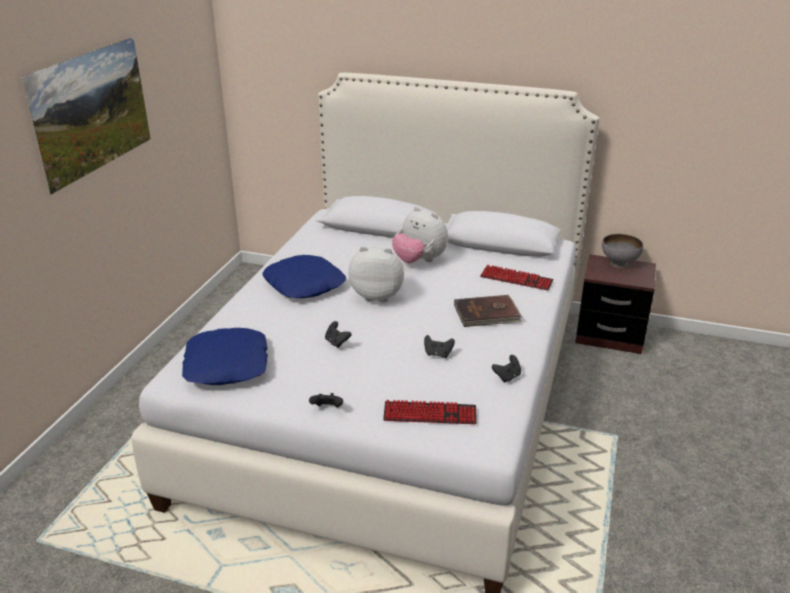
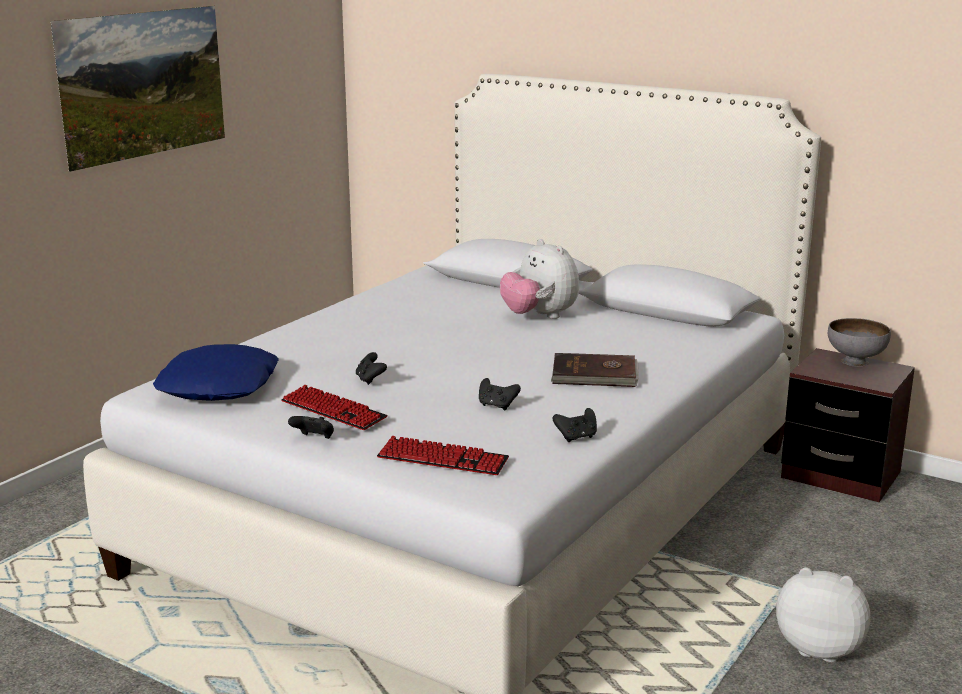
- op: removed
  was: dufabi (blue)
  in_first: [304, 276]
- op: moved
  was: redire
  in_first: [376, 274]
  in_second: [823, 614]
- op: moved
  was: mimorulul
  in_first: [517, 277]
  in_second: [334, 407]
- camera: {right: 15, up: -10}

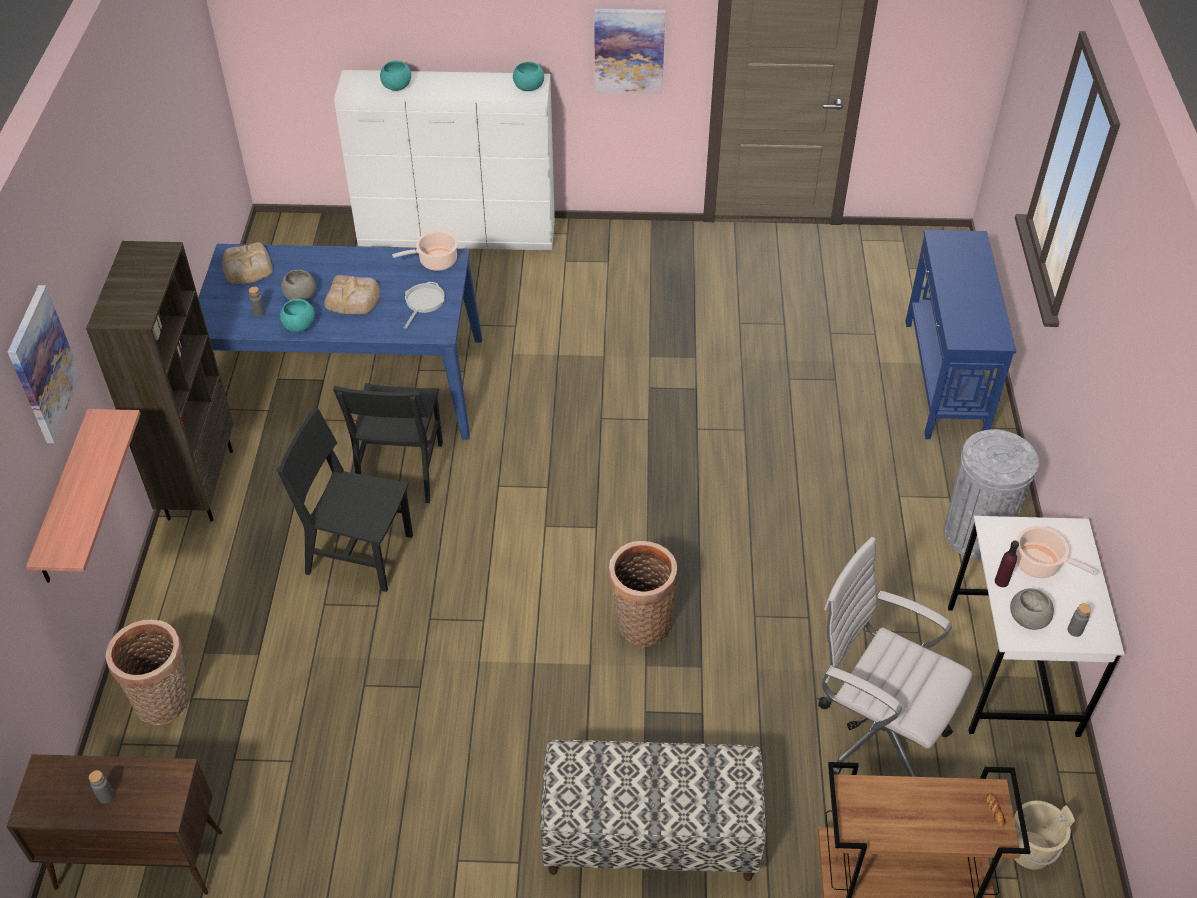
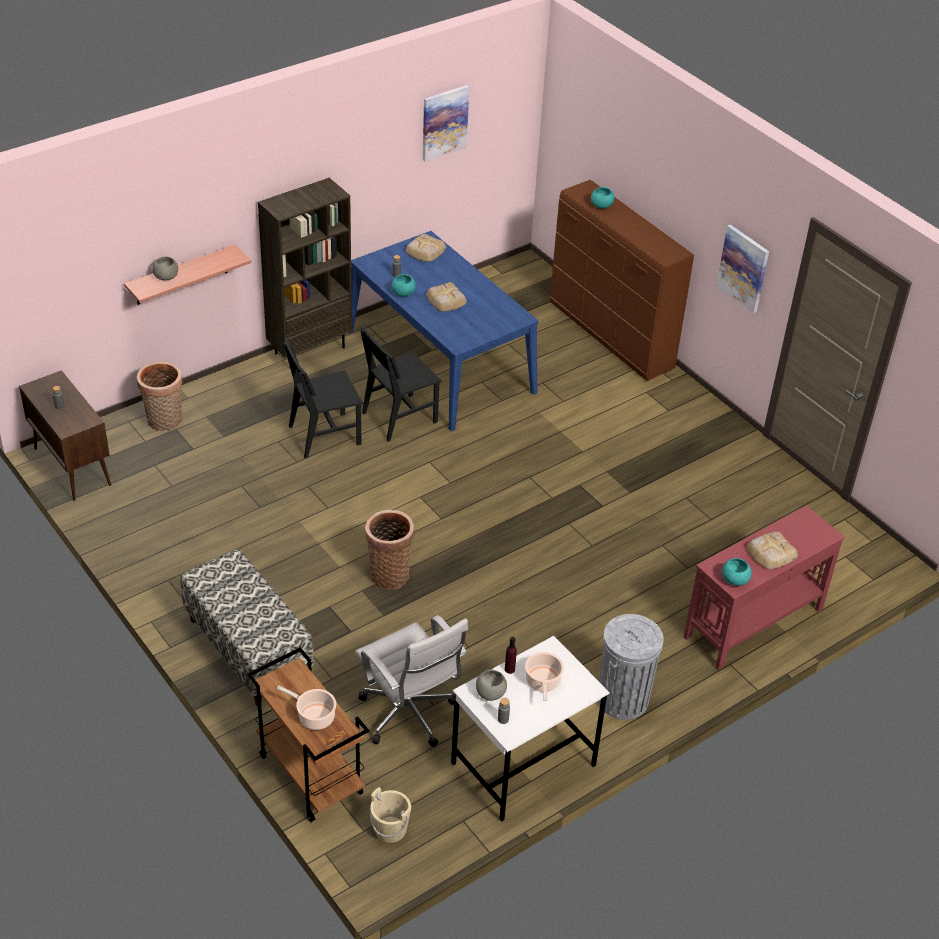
- op: moved
  was: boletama
  in_first: [44, 364]
  in_second: [446, 123]
- op: turned
  was: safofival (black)
  in_first: [345, 500]
  in_second: [323, 398]
  clockwise: -90
- op: moved
  was: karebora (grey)
  in_first: [298, 285]
  in_second: [165, 268]
- op: recoloured
  was: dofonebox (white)
  now: dofonebox (brown)
  in_first: [444, 160]
  in_second: [622, 280]
- op: moved
  was: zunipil
  in_first: [425, 251]
  in_second: [306, 708]
- op: removed
  was: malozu
  in_first: [424, 305]
- op: moved
  was: karebora (turquoise)
  in_first: [528, 76]
  in_second: [736, 572]
- op: turned
  was: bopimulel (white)
  in_first: [895, 657]
  in_second: [411, 681]
  clockwise: 150
- op: recoloured
  was: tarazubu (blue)
  now: tarazubu (red)
  in_first: [960, 334]
  in_second: [764, 587]
- op: added
  now: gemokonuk
  in_second: [772, 550]
- camera: {right: 50, up: -5}

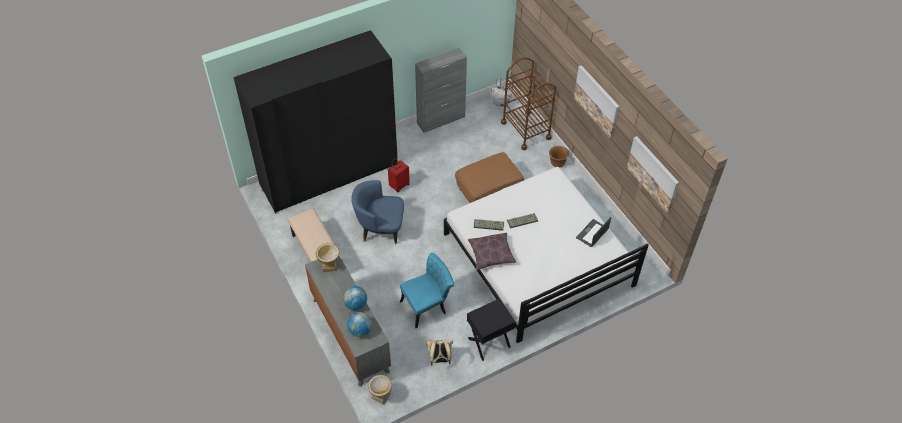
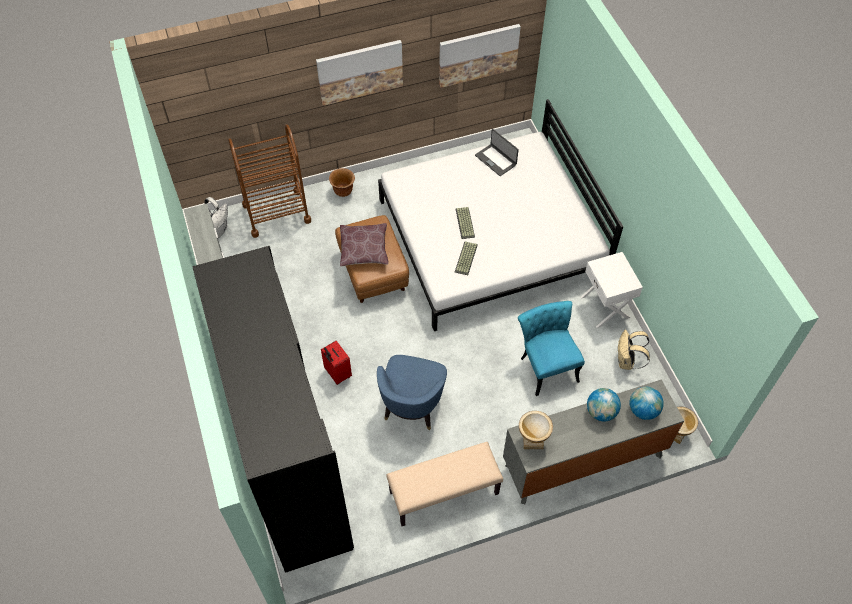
- op: recoloured
  was: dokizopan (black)
  now: dokizopan (white)
  in_first: [491, 329]
  in_second: [612, 290]
- op: moved
  was: dufabi (brown)
  in_first: [492, 251]
  in_second: [364, 245]
- camera: {right: -80, up: 5}

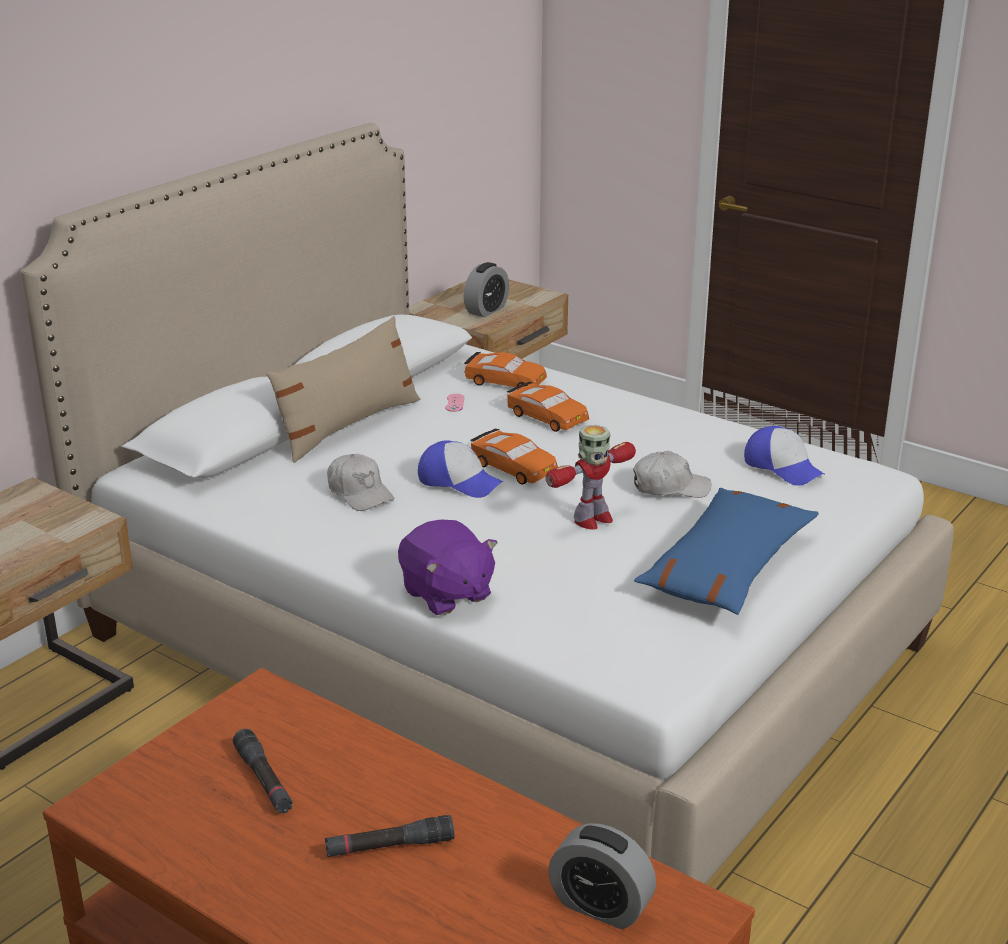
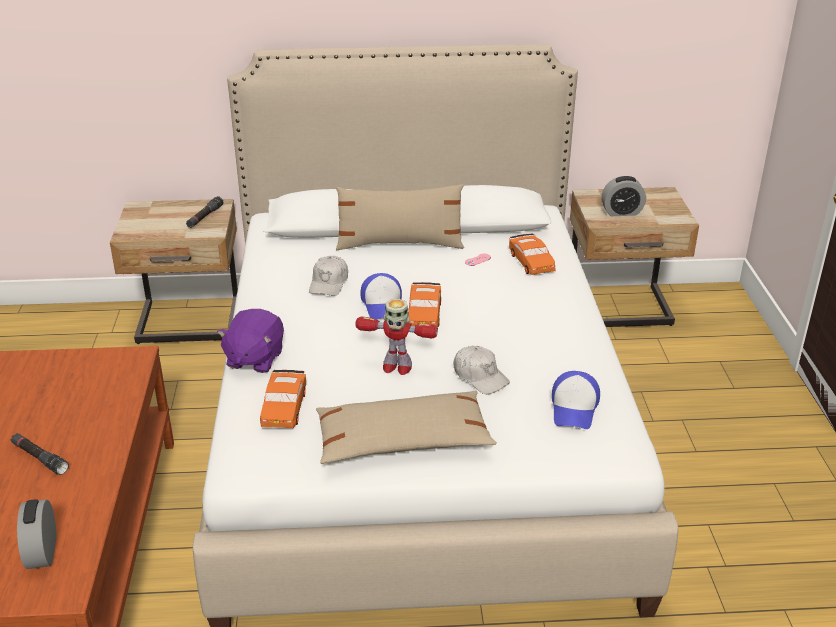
- op: moved
  was: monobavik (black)
  in_first: [263, 771]
  in_second: [204, 212]
- op: moved
  was: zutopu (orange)
  in_first: [547, 407]
  in_second: [283, 399]
- op: recoloured
  was: dufabi (blue)
  now: dufabi (beige)
  in_first: [726, 551]
  in_second: [406, 427]
- camera: {right: 50, up: 5}

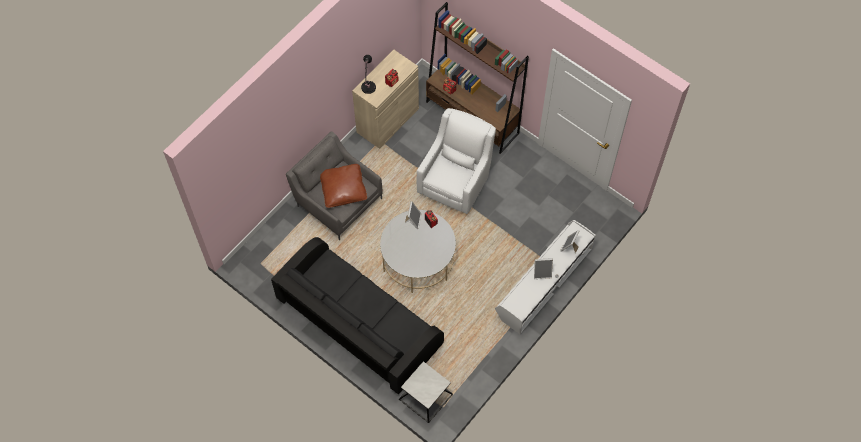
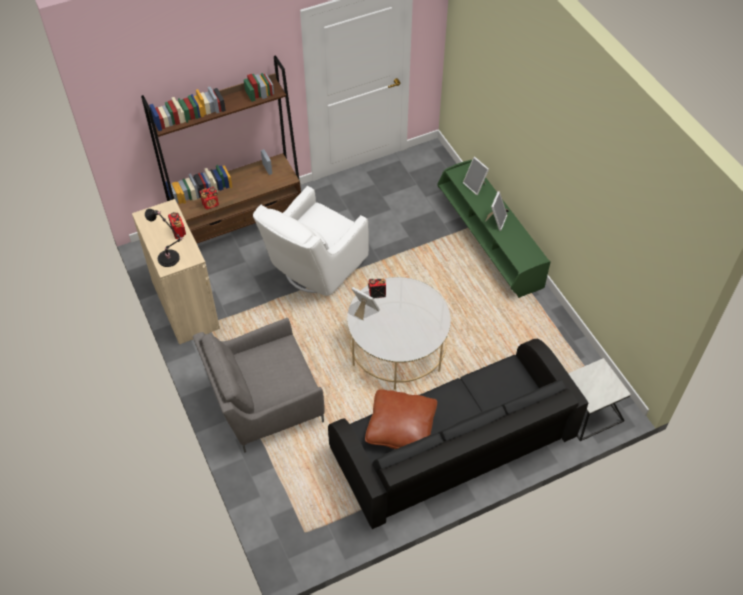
- op: moved
  was: dufabi (brown)
  in_first: [343, 186]
  in_second: [401, 419]
- op: turned
  was: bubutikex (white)
  in_first: [456, 161]
  in_second: [311, 241]
  clockwise: -105
- op: recoloured
  was: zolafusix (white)
  now: zolafusix (green)
  in_first: [545, 277]
  in_second: [494, 229]
- camera: {right: -65, up: -10}

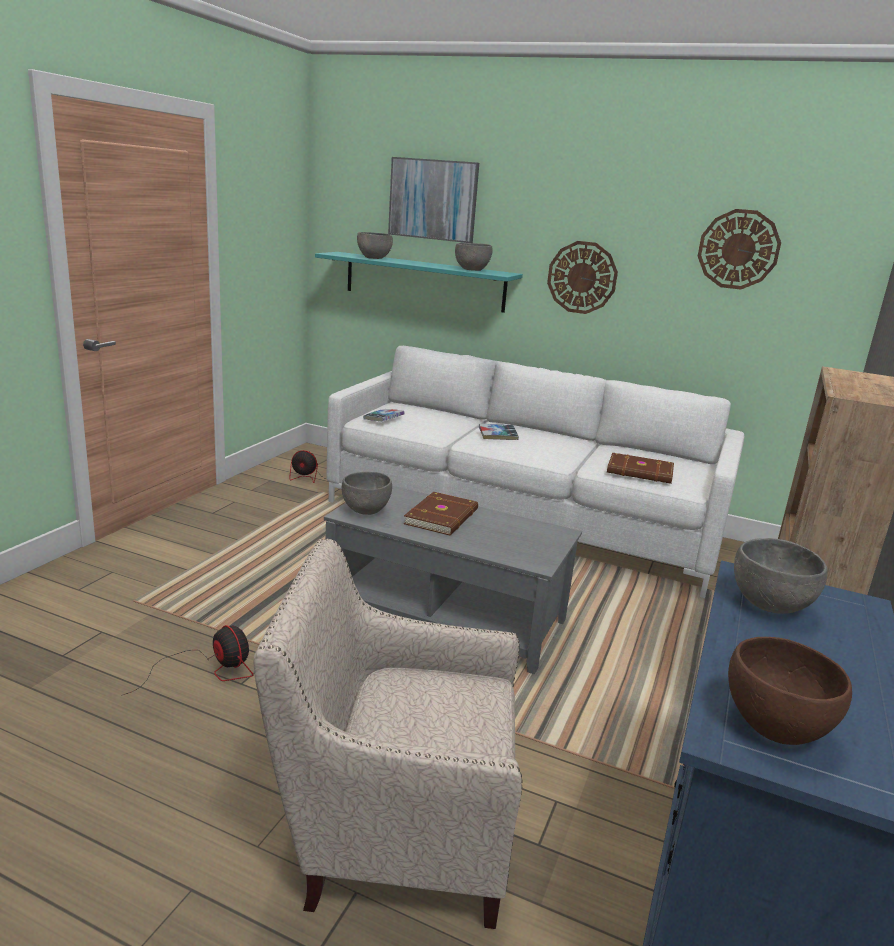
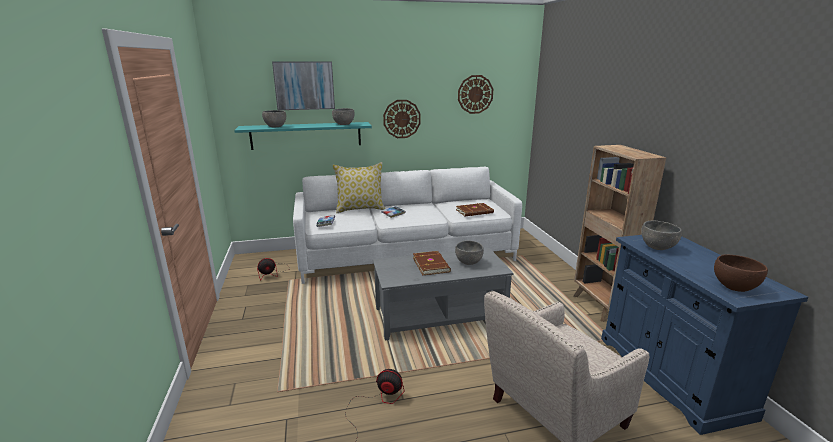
- op: moved
  was: karebora (grey)
  in_first: [367, 493]
  in_second: [469, 252]
- op: added
  now: dufabi
  in_second: [359, 187]
- camera: {right: -35, up: 0}

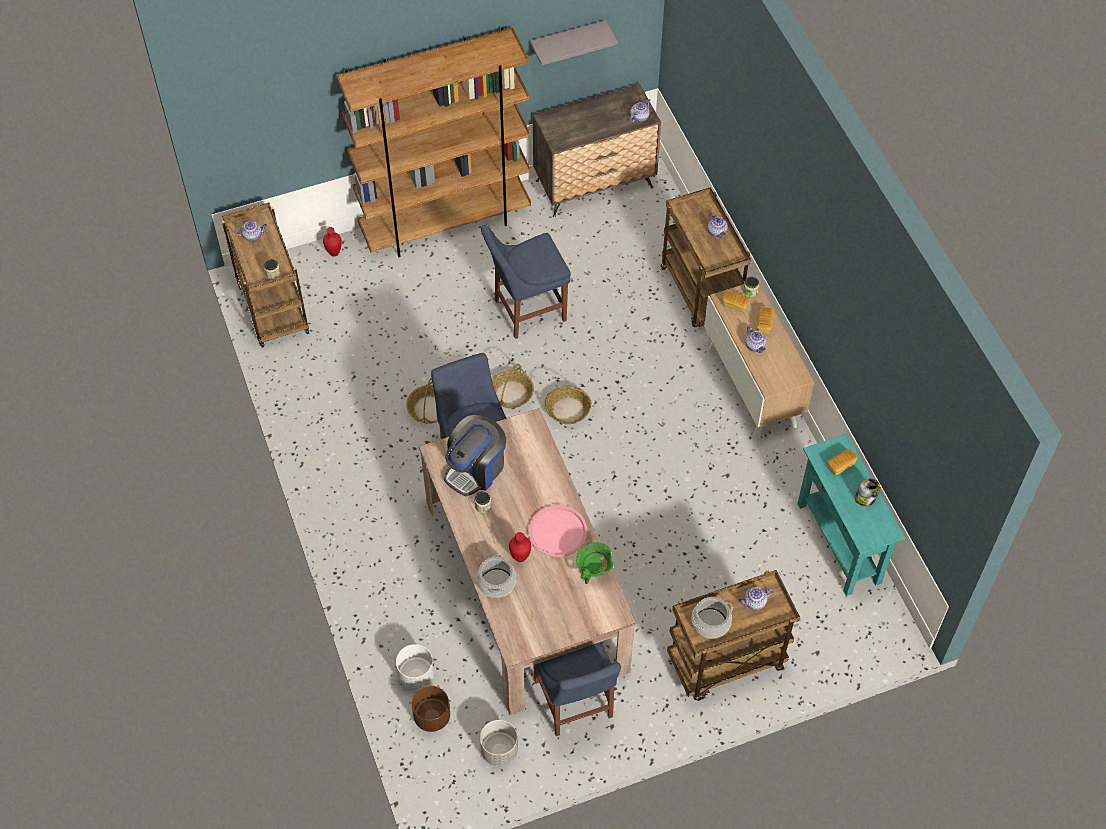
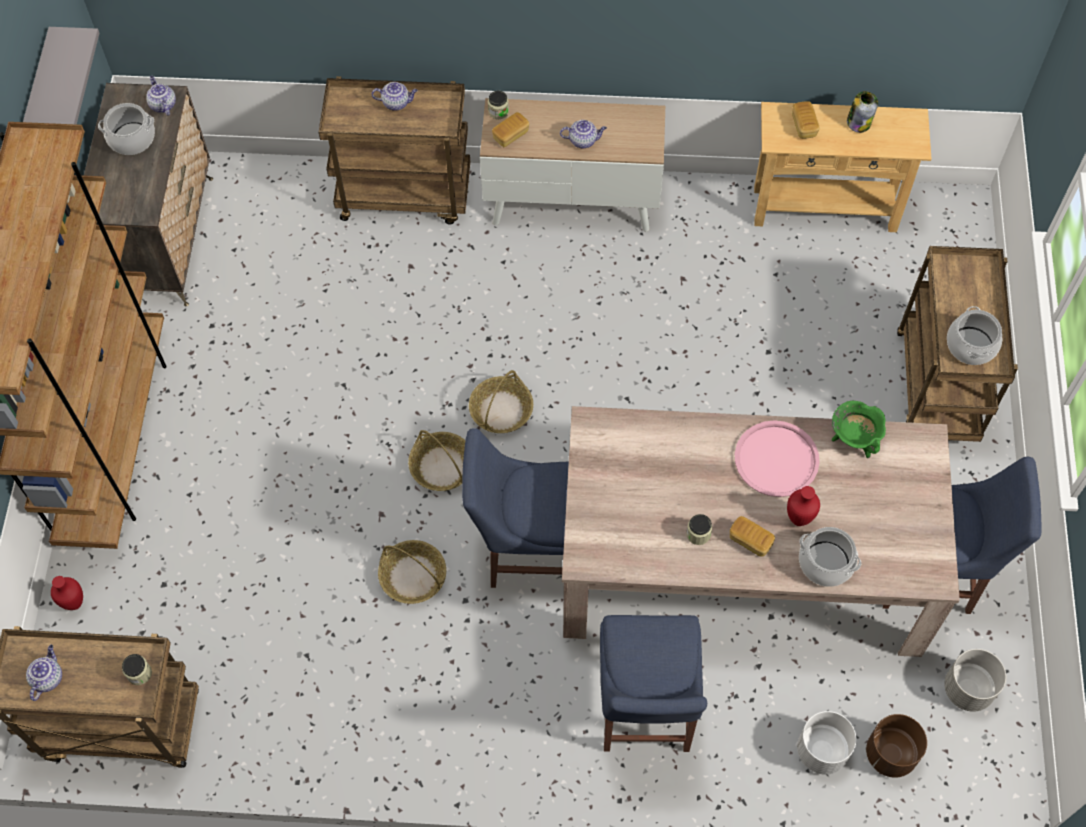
- op: removed
  was: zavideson
  in_first: [475, 455]
- op: moved
  was: safofival (blue)
  in_first: [526, 282]
  in_second: [653, 683]
- op: removed
  was: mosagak
  in_first: [756, 598]
- op: moved
  was: gemokonuk
  in_first: [765, 320]
  in_second: [752, 536]
- op: recoloured
  was: tarazubu (turquoise)
  now: tarazubu (beige)
  in_first: [851, 515]
  in_second: [843, 167]
- op: added
  now: zunipil
  in_second: [126, 129]
- camera: {right: -65, up: 5}

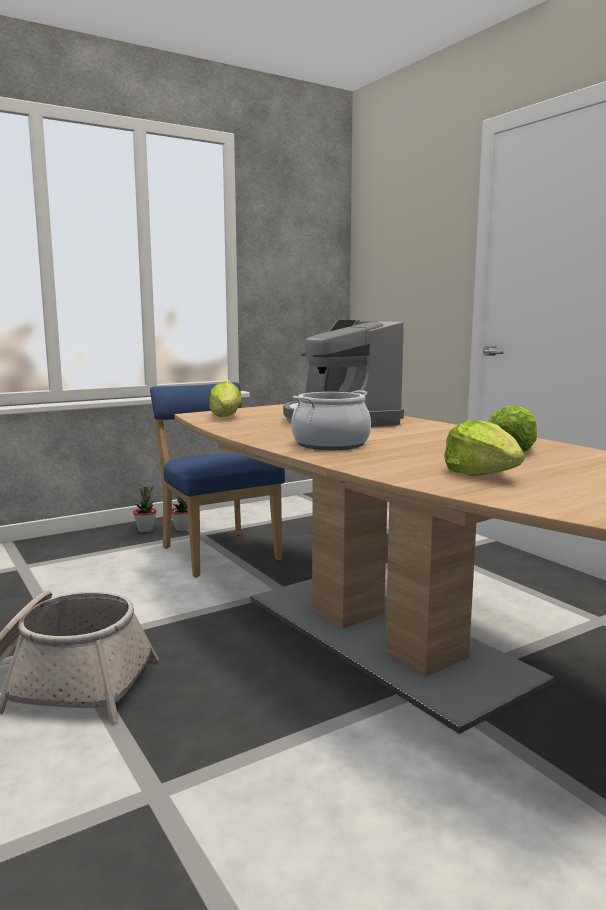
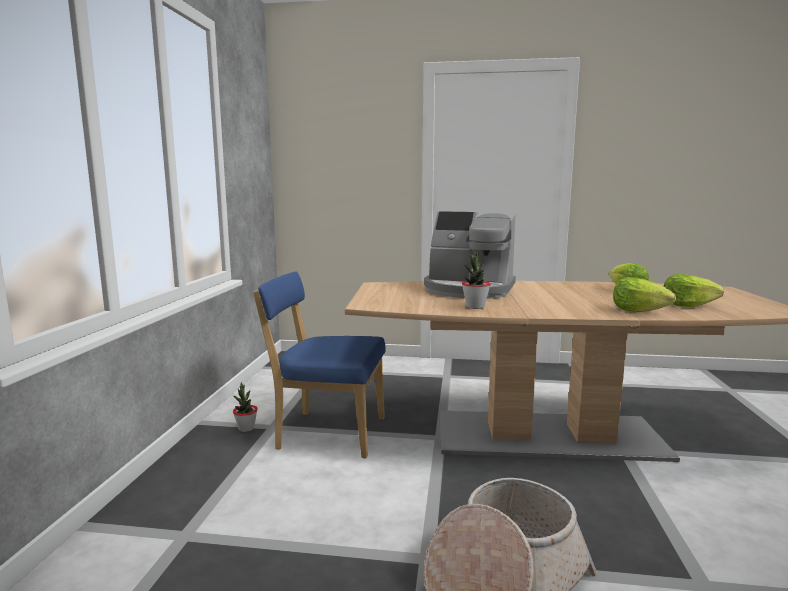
- op: moved
  was: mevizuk
  in_first: [144, 508]
  in_second: [476, 280]
- op: moved
  was: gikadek
  in_first: [225, 399]
  in_second: [644, 294]
- op: removed
  was: zunipil
  in_first: [331, 420]
- camera: {right: -50, up: 0}

